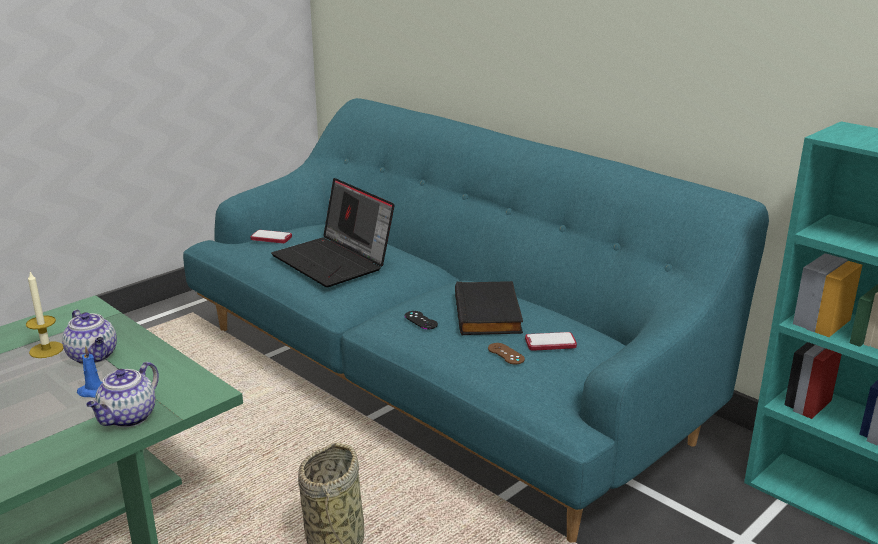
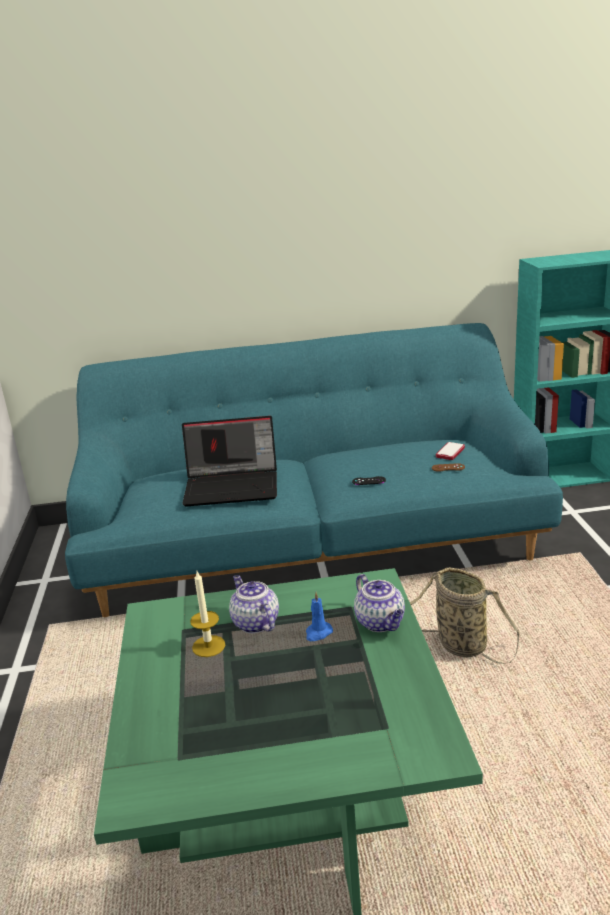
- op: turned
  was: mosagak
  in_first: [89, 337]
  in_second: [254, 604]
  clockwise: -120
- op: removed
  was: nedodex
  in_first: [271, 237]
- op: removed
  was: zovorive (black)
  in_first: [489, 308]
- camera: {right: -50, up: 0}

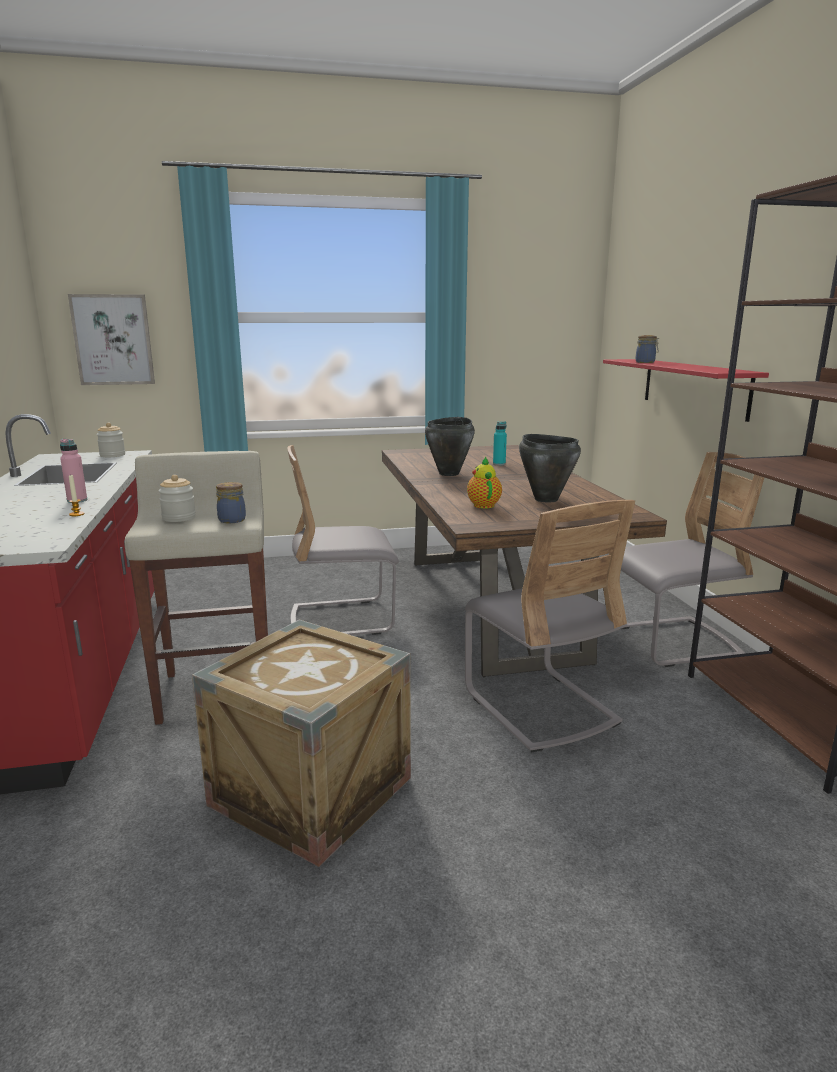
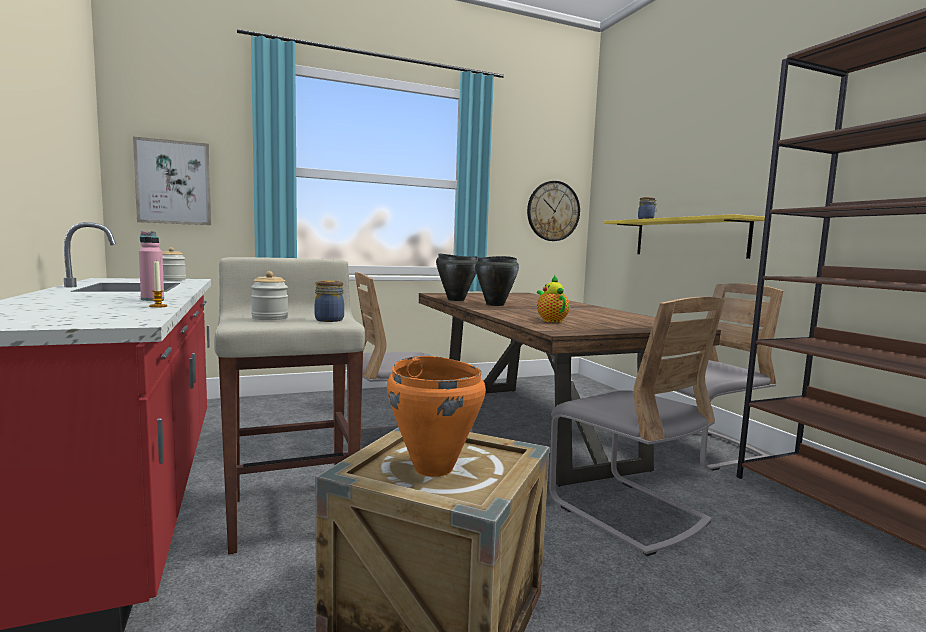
- op: removed
  was: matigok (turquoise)
  in_first: [500, 443]
- op: moved
  was: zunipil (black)
  in_first: [550, 468]
  in_second: [457, 277]
- op: recoloured
  was: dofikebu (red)
  now: dofikebu (yellow)
  in_first: [686, 390]
  in_second: [684, 236]
- op: added
  now: zunipil (orange)
  in_second: [436, 416]
- op: added
  now: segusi
  in_second: [553, 211]
- camera: {right: -10, up: -10}

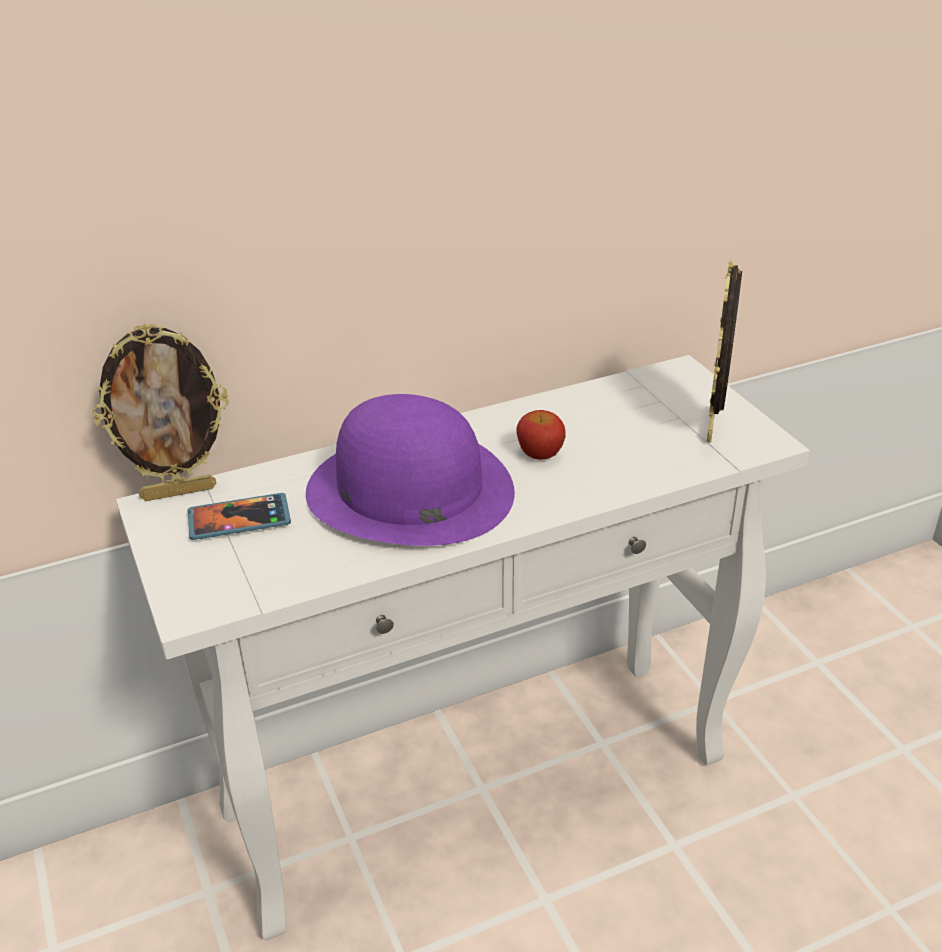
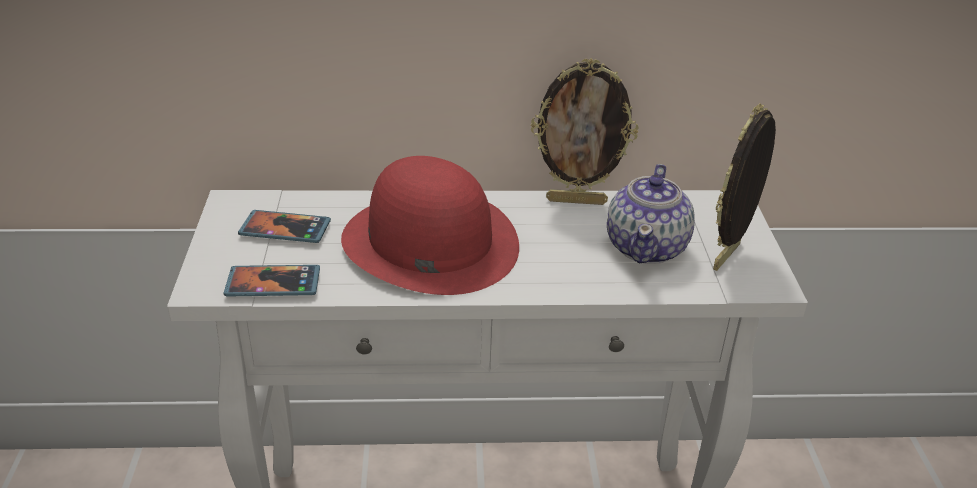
- op: moved
  was: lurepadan
  in_first: [160, 412]
  in_second: [584, 131]
- op: recoloured
  was: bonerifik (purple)
  now: bonerifik (red)
  in_first: [410, 470]
  in_second: [430, 225]
- op: removed
  was: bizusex
  in_first: [541, 435]
- op: added
  now: nedodex
  in_second: [272, 281]
- op: added
  now: mosagak
  in_second: [651, 214]
- camera: {right: 20, up: 0}

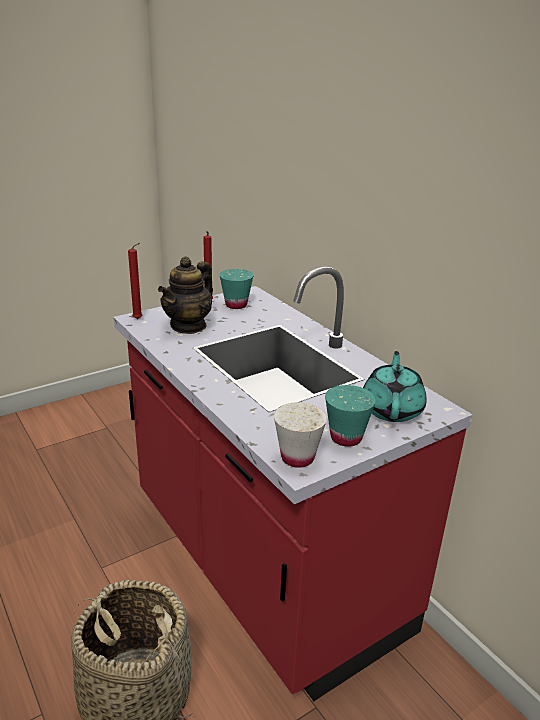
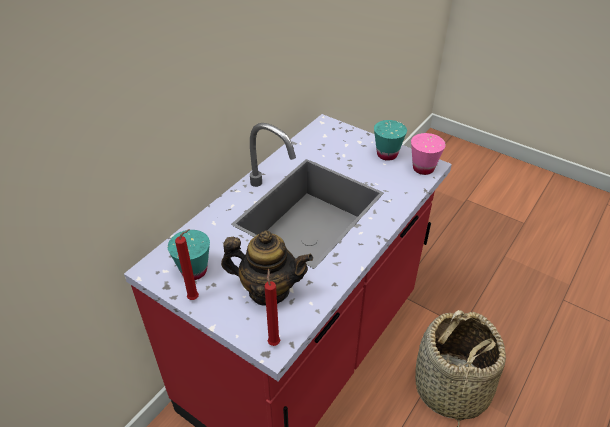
- op: recoloured
  was: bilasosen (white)
  now: bilasosen (pink)
  in_first: [300, 435]
  in_second: [428, 154]
- op: removed
  was: mosagak (turquoise)
  in_first: [395, 386]
- camera: {right: -110, up: 15}

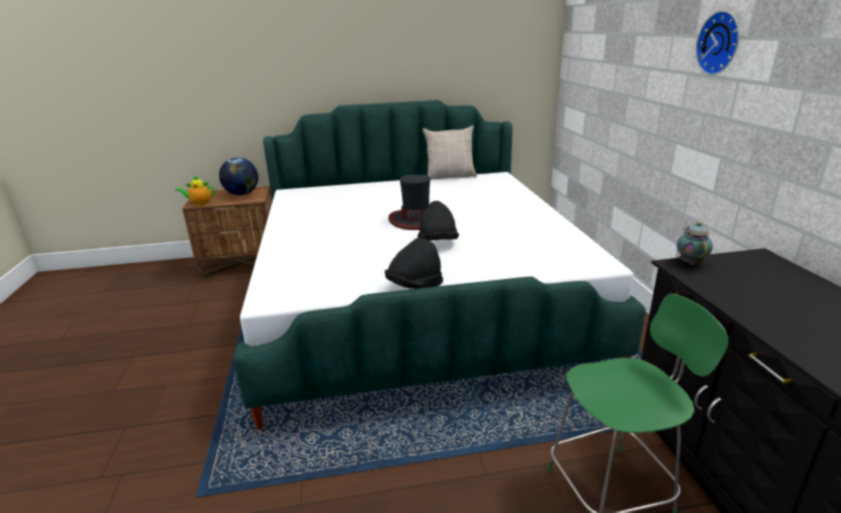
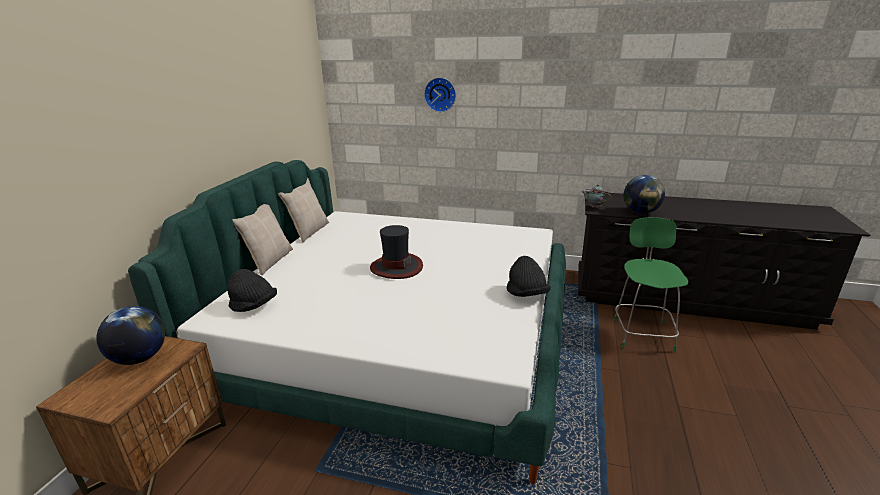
- op: removed
  was: mosagak
  in_first: [194, 191]
- op: moved
  was: bonerifik (black)
  in_first: [438, 221]
  in_second: [252, 290]
- op: moved
  was: segusi
  in_first: [717, 43]
  in_second: [440, 94]
- op: added
  now: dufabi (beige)
  in_second: [262, 239]
- op: added
  now: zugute
  in_second: [644, 194]
- camera: {right: -65, up: 0}

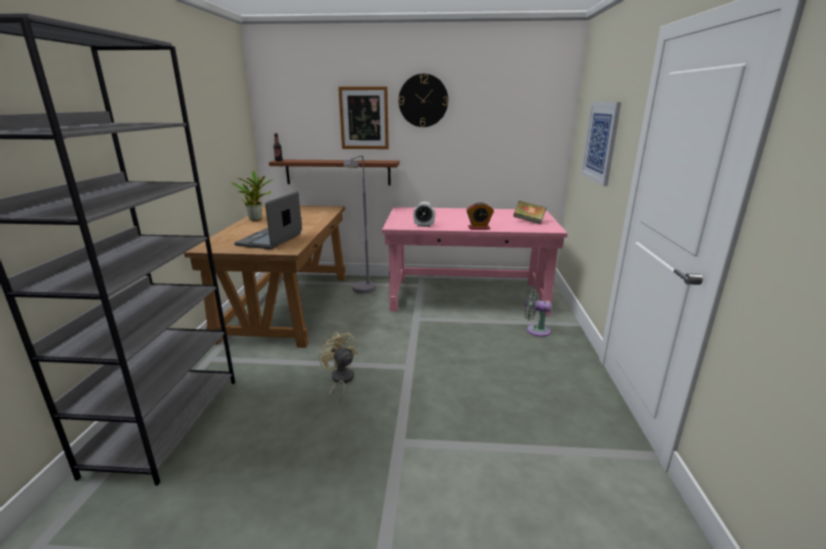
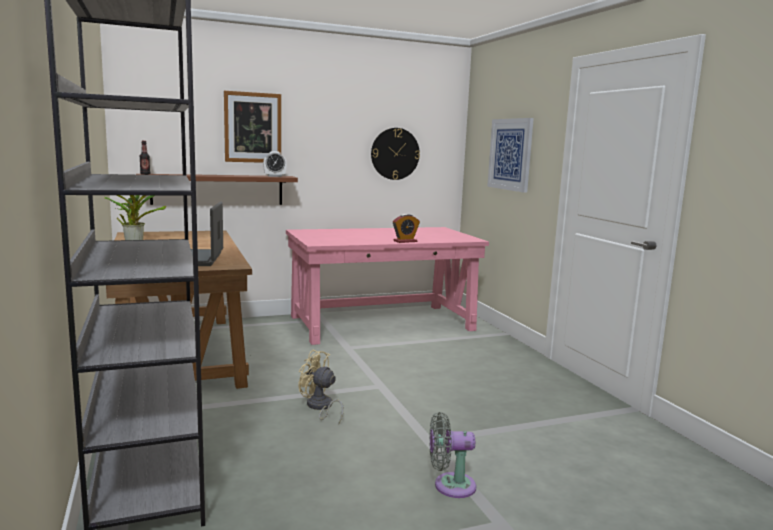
- op: removed
  was: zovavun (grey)
  in_first: [360, 224]
- op: moved
  was: segusi
  in_first: [423, 100]
  in_second: [395, 154]
- op: moved
  was: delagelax
  in_first: [424, 214]
  in_second: [275, 164]
- op: removed
  was: zovorive
  in_first: [529, 212]
- op: moved
  was: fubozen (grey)
  in_first: [537, 313]
  in_second: [452, 455]
- camera: {right: -25, up: -10}

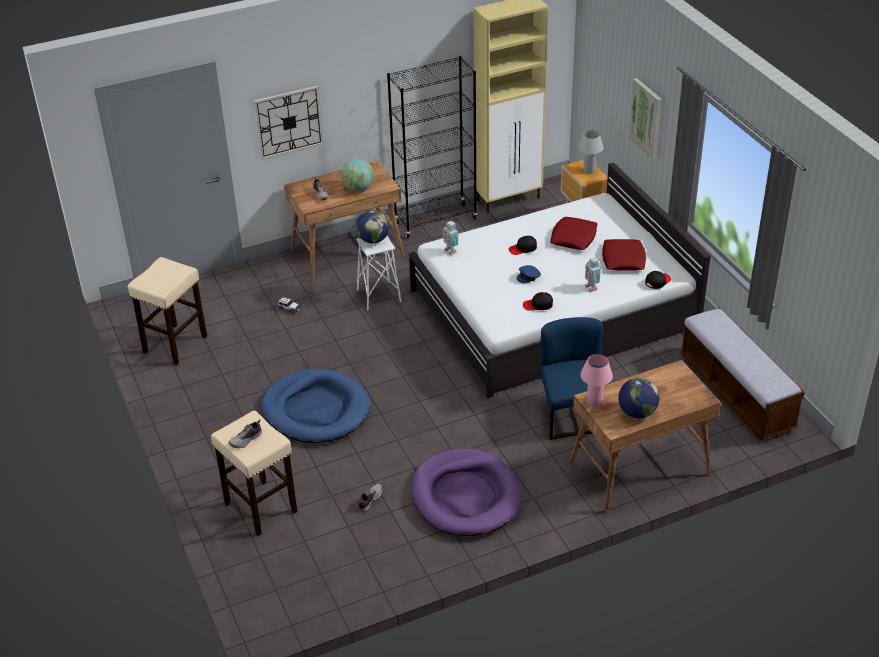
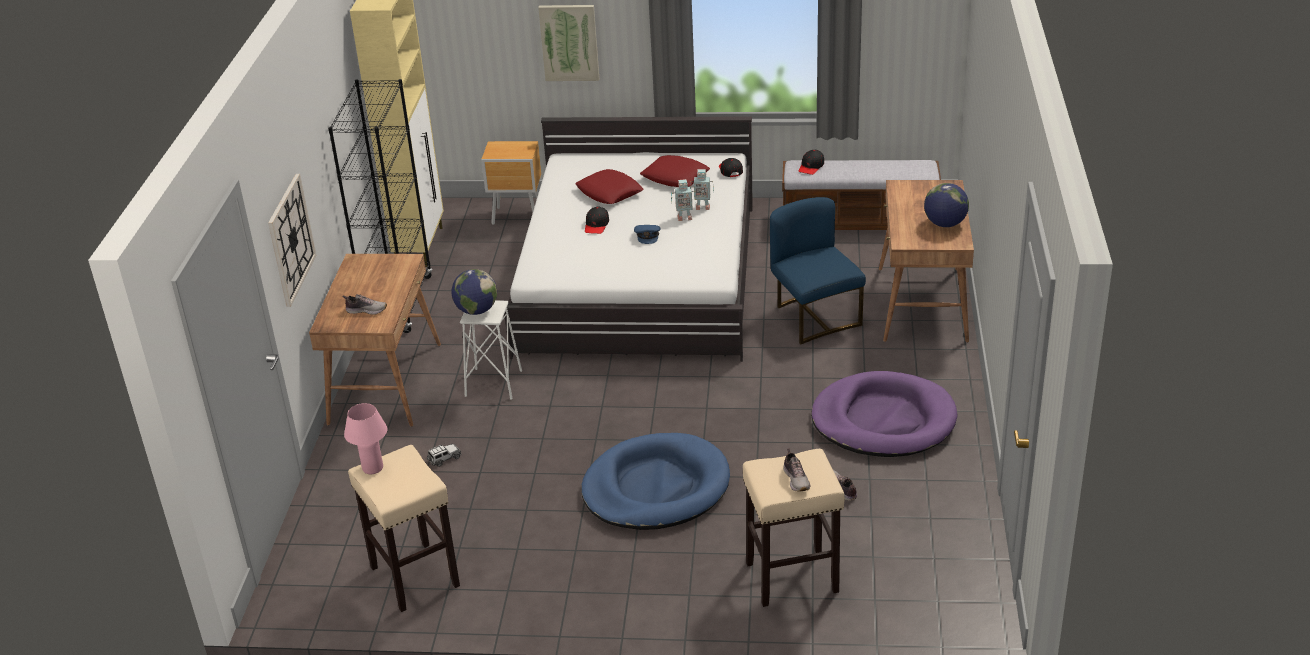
- op: removed
  was: zugute
  in_first: [357, 175]
- op: moved
  was: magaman
  in_first: [450, 238]
  in_second: [683, 200]
- op: moved
  was: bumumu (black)
  in_first: [538, 301]
  in_second: [811, 162]
- op: turned
  was: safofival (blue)
  in_first: [575, 378]
  in_second: [818, 270]
  clockwise: 45
- op: removed
  was: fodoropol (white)
  in_first: [591, 152]
- op: moved
  was: fodoropol (pink)
  in_first: [596, 380]
  in_second: [366, 438]
- camera: {right: -60, up: -5}

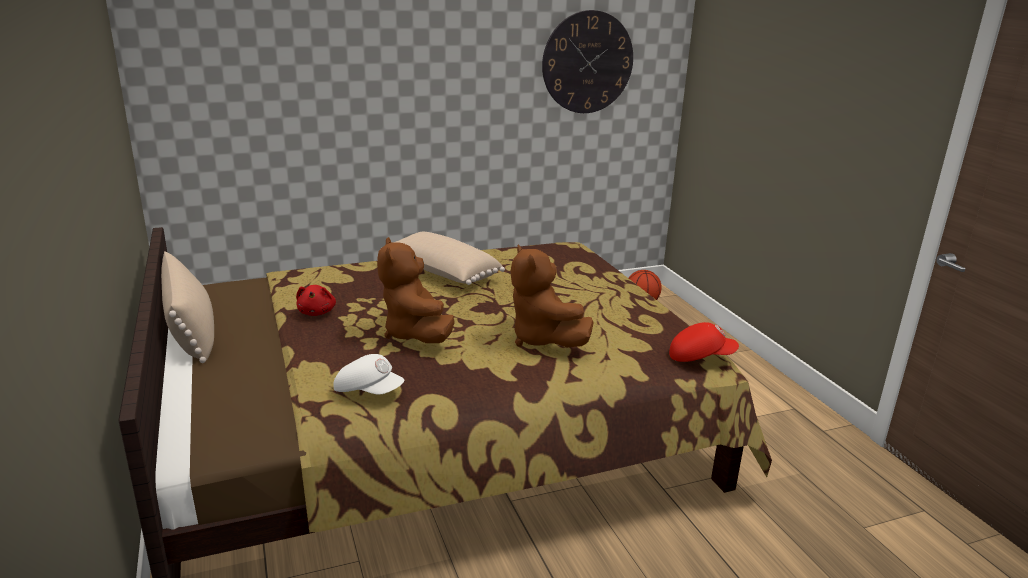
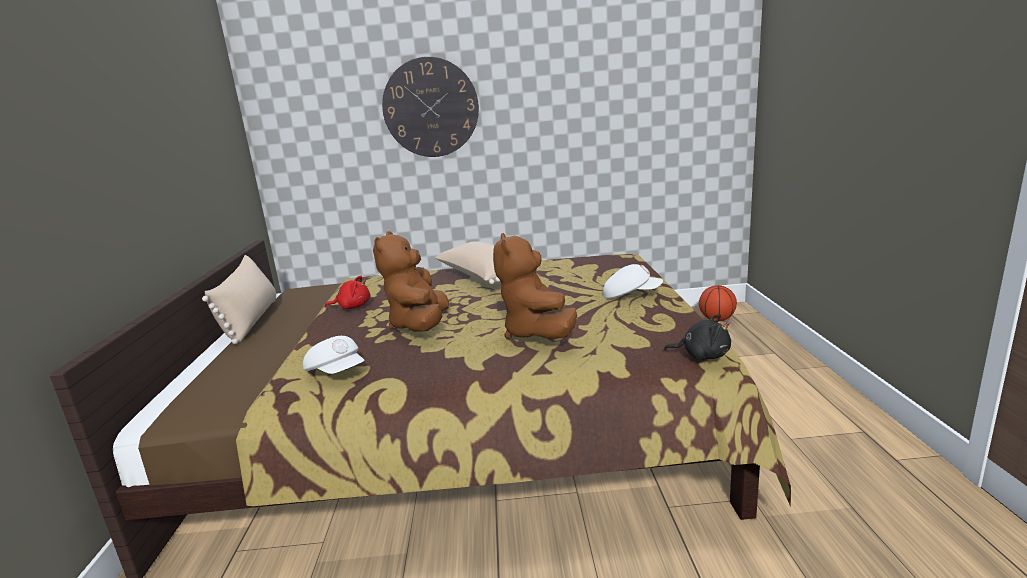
- op: turned
  was: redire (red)
  in_first: [316, 300]
  in_second: [347, 292]
  clockwise: -105
- op: moved
  was: segusi
  in_first: [587, 61]
  in_second: [430, 107]
- op: replaced
  was: bumumu (red)
  now: redire (black)
  in_first: [704, 342]
  in_second: [697, 337]
- op: added
  now: bumumu (white)
  in_second: [633, 281]
- camera: {right: 20, up: -5}

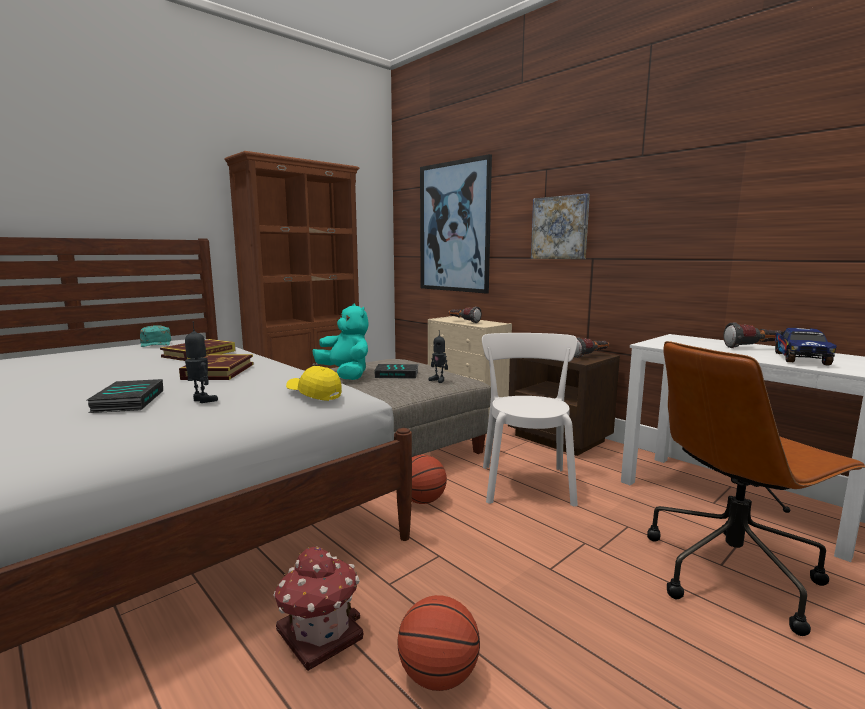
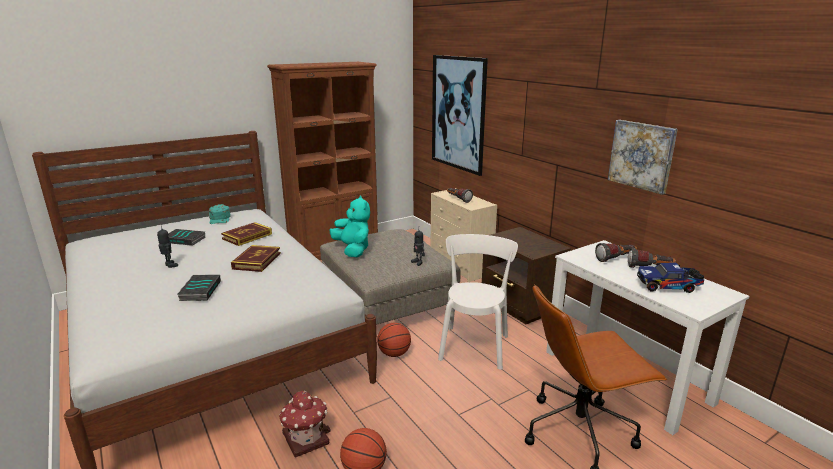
- op: moved
  was: magaman
  in_first: [201, 362]
  in_second: [167, 247]
- op: removed
  was: bumumu (yellow)
  in_first: [314, 383]
- op: moved
  was: zovorive
  in_first: [397, 371]
  in_second: [186, 237]
- op: moved
  was: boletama
  in_first: [560, 226]
  in_second: [643, 157]
- op: moved
  was: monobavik
  in_first: [591, 347]
  in_second: [616, 252]
- op: turned
  was: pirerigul
  in_first: [806, 347]
  in_second: [670, 278]
  clockwise: 60
- camera: {right: 10, up: 10}

